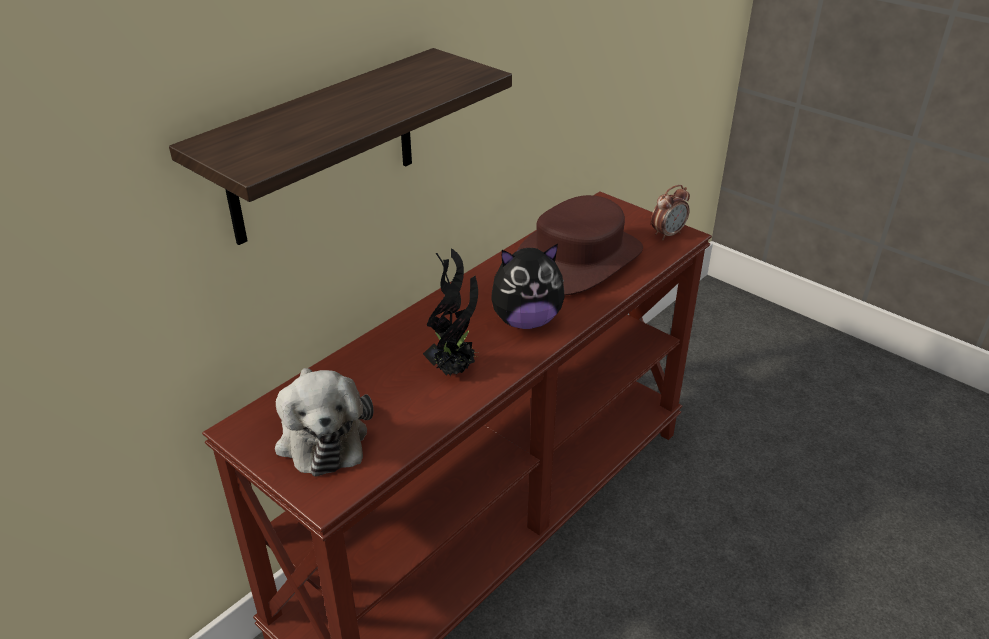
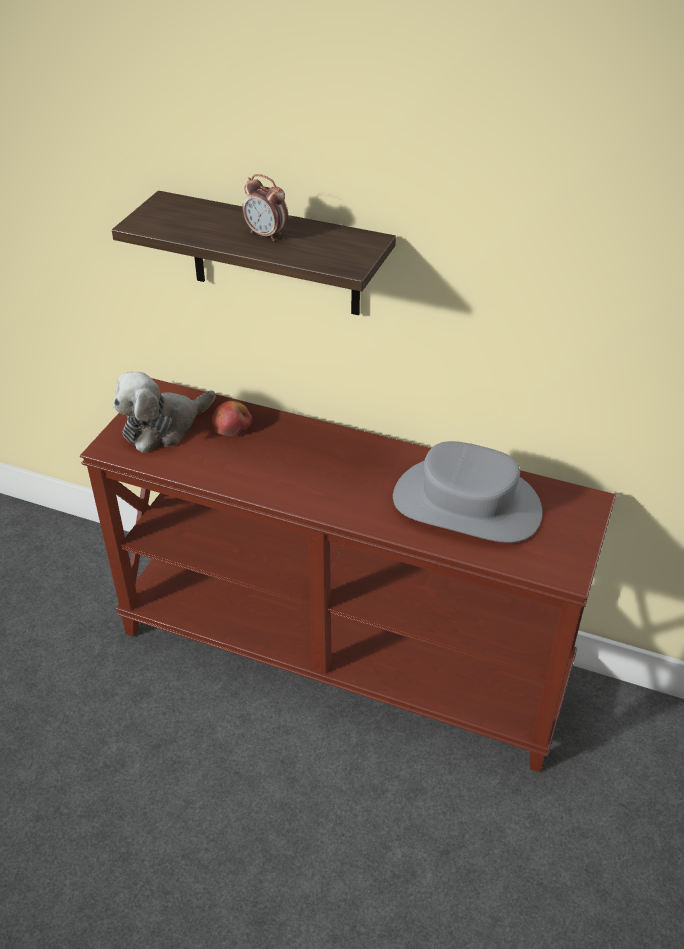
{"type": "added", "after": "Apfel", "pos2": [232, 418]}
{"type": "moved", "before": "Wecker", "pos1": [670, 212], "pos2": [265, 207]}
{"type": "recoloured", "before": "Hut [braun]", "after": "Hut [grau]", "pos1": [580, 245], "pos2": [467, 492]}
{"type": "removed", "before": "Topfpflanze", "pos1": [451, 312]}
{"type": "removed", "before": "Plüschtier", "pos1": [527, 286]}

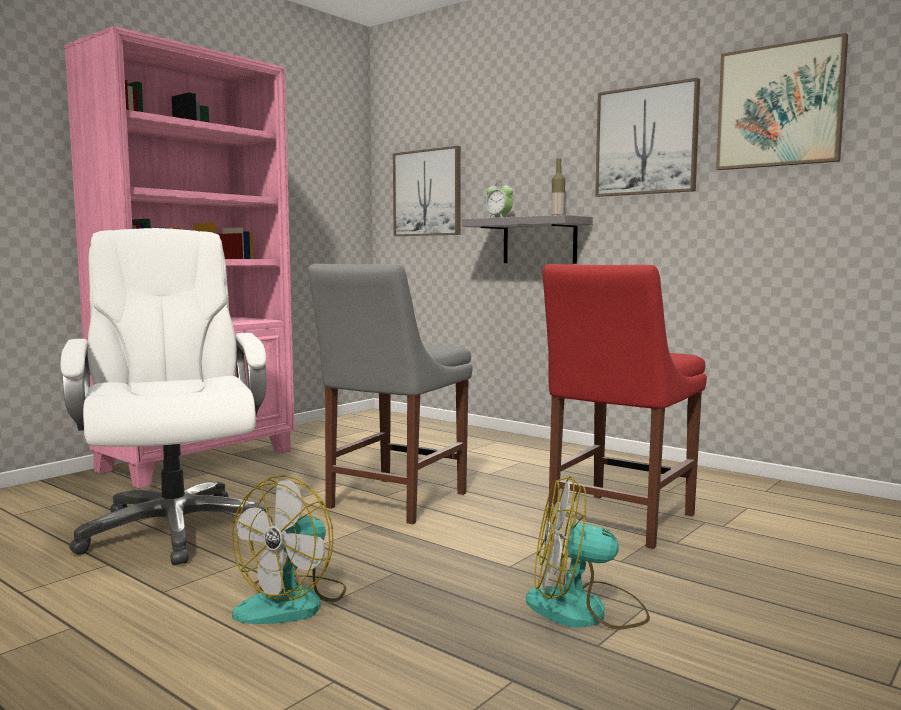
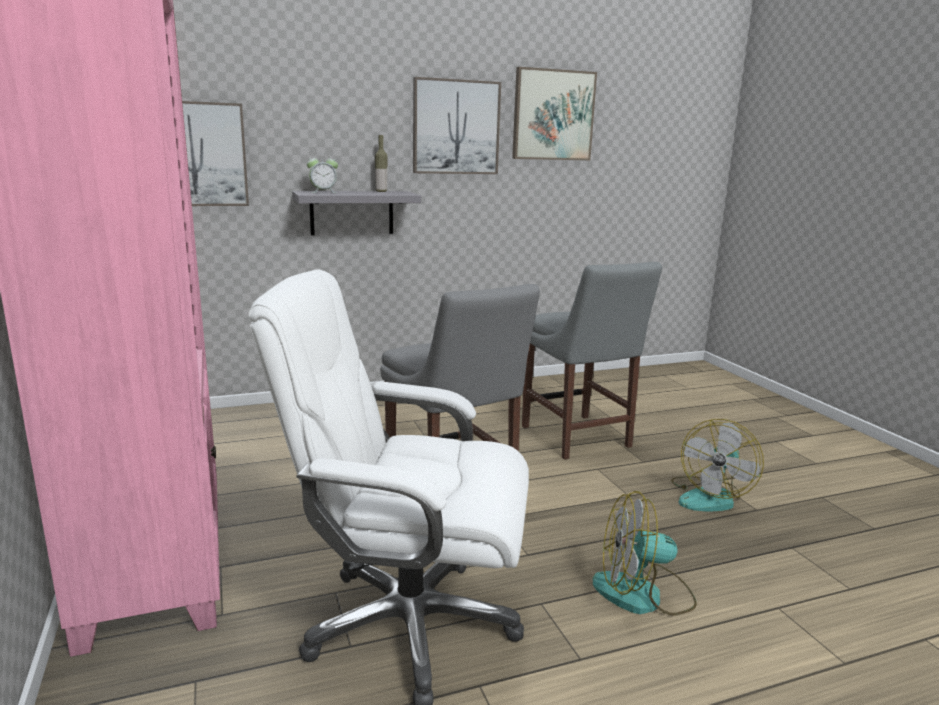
{"type": "recoloured", "before": "Stuhl [rot]", "after": "Stuhl [grau]", "pos1": [624, 406], "pos2": [592, 361]}
{"type": "turned", "before": "Ventilator", "pos1": [289, 549], "pos2": [645, 553], "turn": 120}

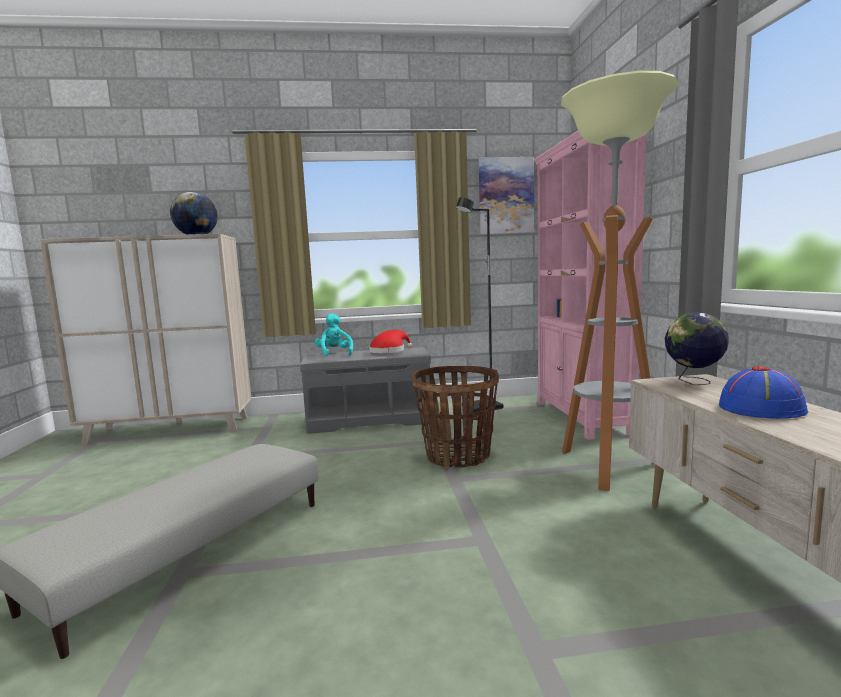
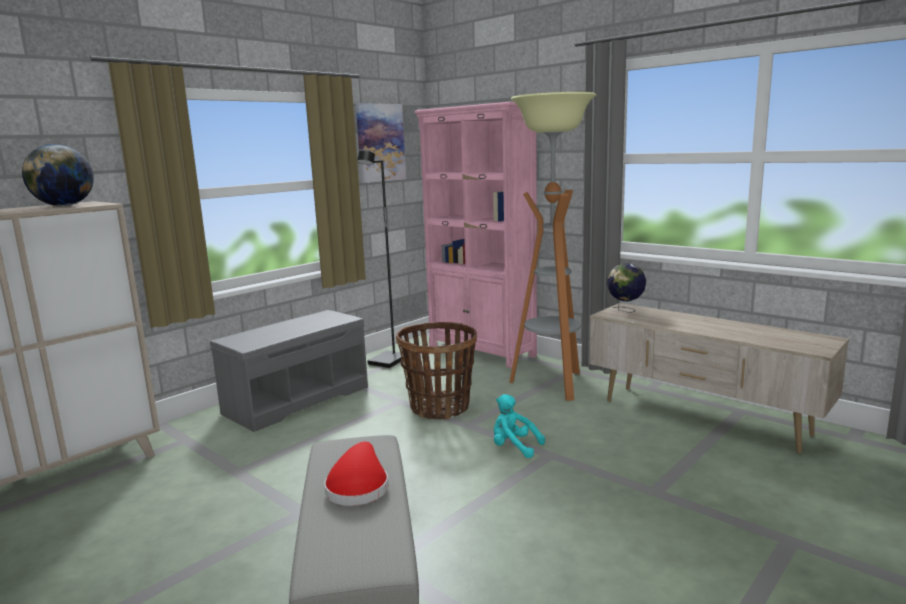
{"type": "moved", "before": "Hut [rot]", "pos1": [390, 342], "pos2": [356, 473]}
{"type": "moved", "before": "Plüschtier [türkis]", "pos1": [334, 334], "pos2": [519, 426]}
{"type": "removed", "before": "Hut [blau]", "pos1": [763, 392]}

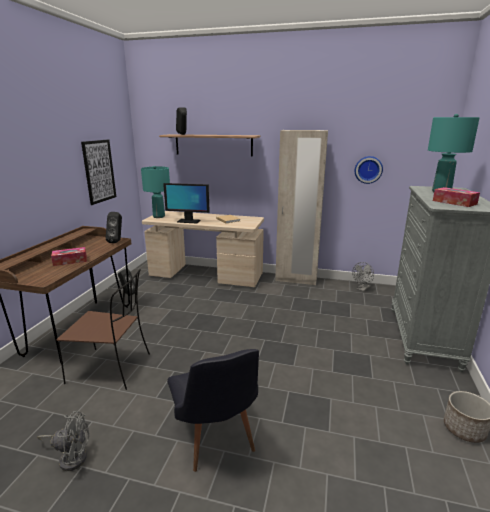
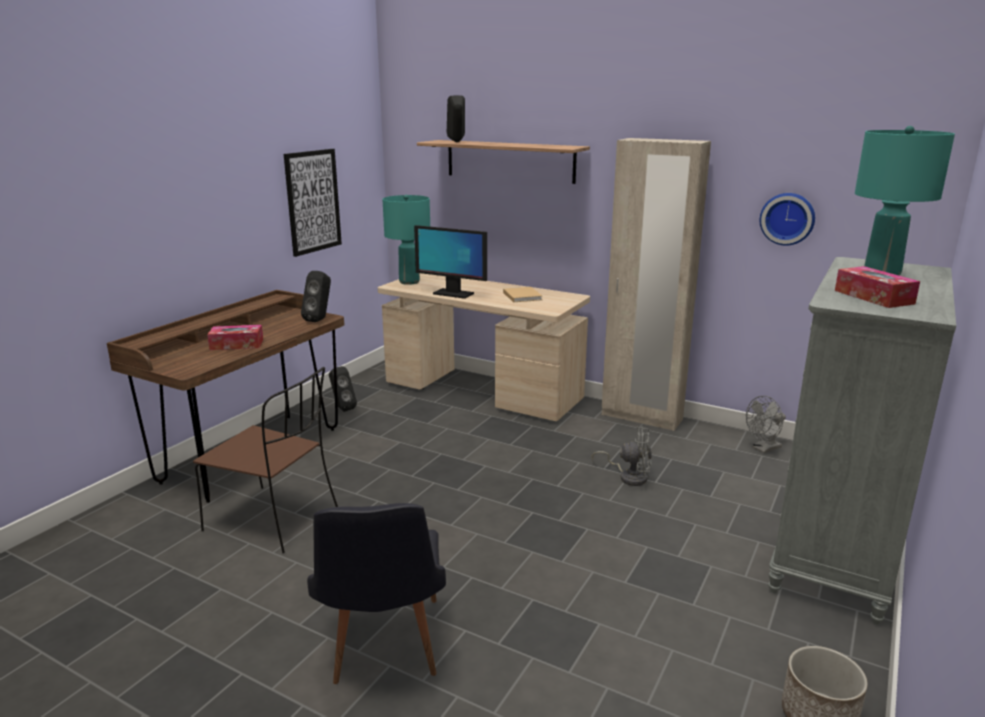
{"type": "moved", "before": "Ventilator [grau]", "pos1": [63, 441], "pos2": [622, 456]}

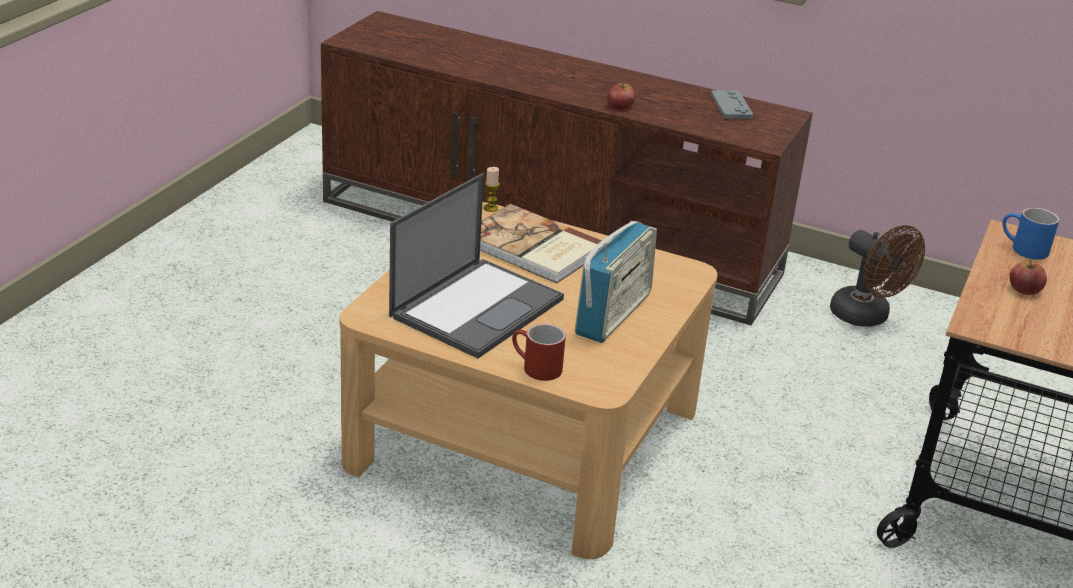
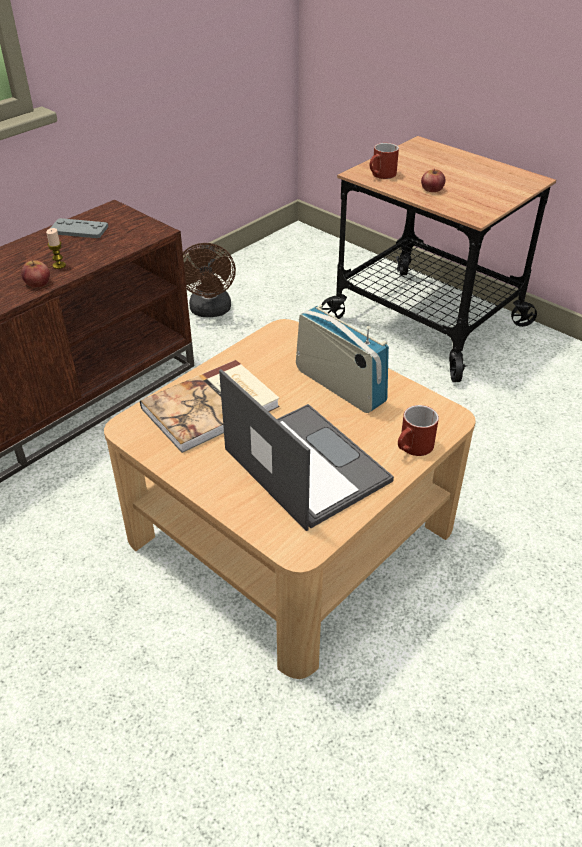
{"type": "moved", "before": "Kerze", "pos1": [492, 189], "pos2": [56, 248]}
{"type": "turned", "before": "Ventilator [braun]", "pos1": [877, 276], "pos2": [209, 280], "turn": 105}
{"type": "recoloured", "before": "Henkelbecher [blau]", "after": "Henkelbecher [rot]", "pos1": [1030, 234], "pos2": [384, 161]}

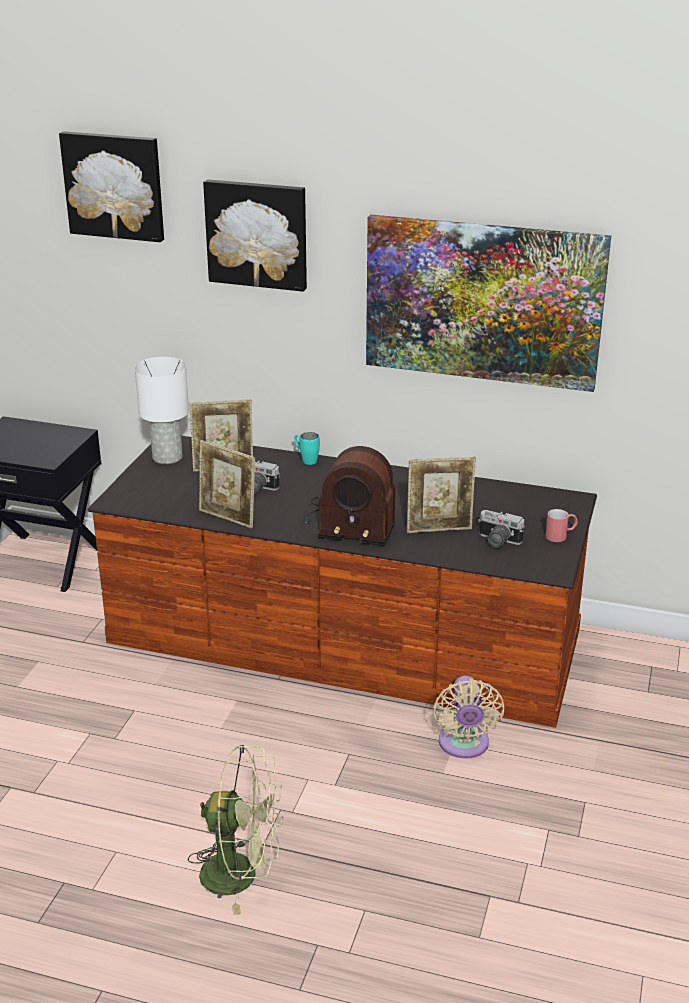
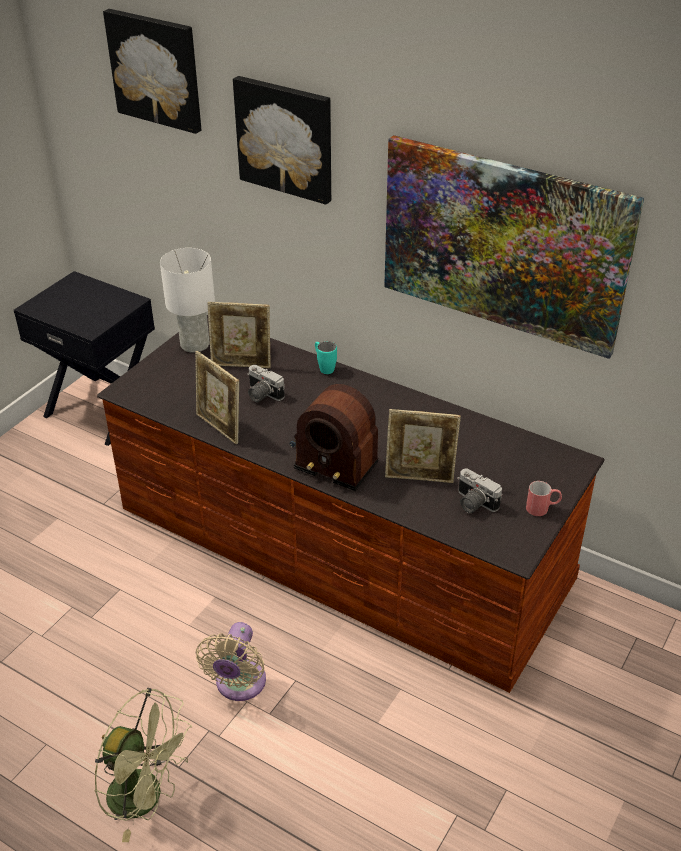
{"type": "moved", "before": "Ventilator [beige]", "pos1": [469, 717], "pos2": [231, 661]}

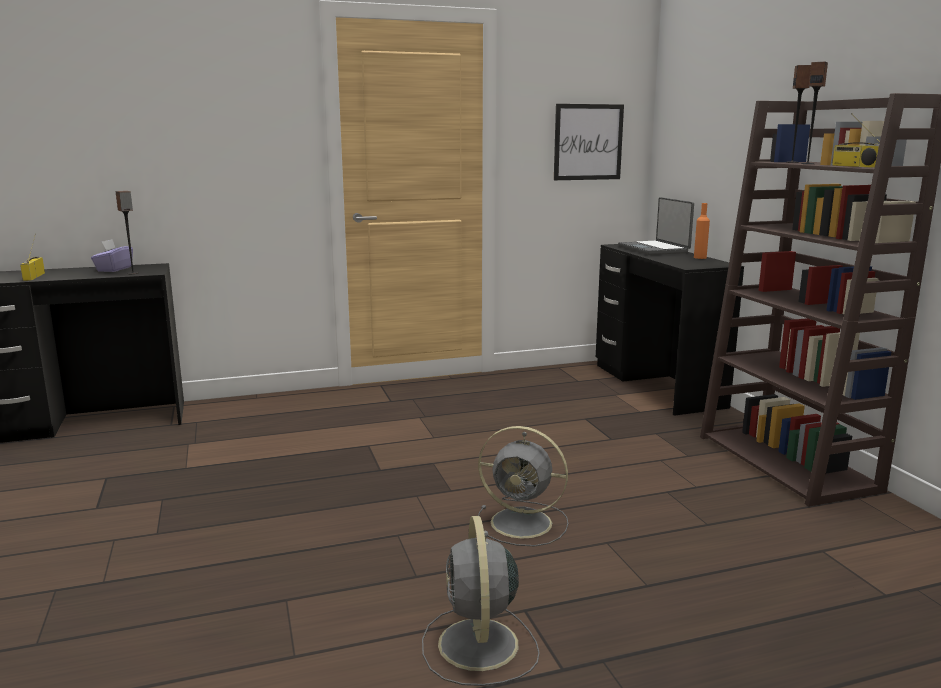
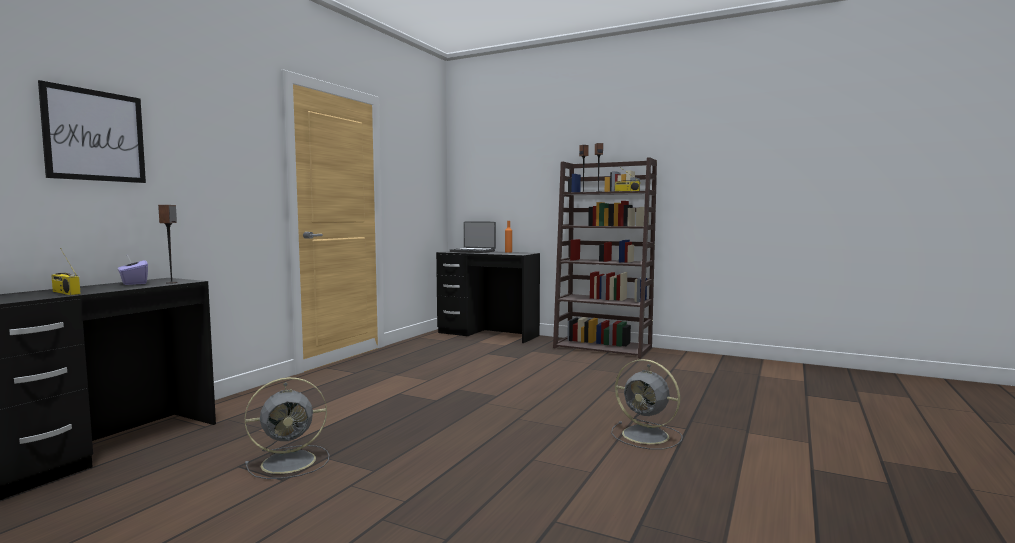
{"type": "moved", "before": "Bild", "pos1": [589, 142], "pos2": [92, 131]}
{"type": "moved", "before": "Ventilator [grau]", "pos1": [523, 486], "pos2": [287, 428]}

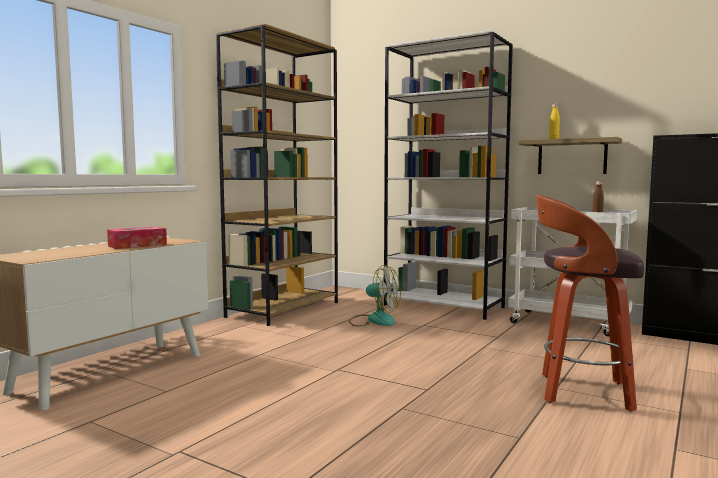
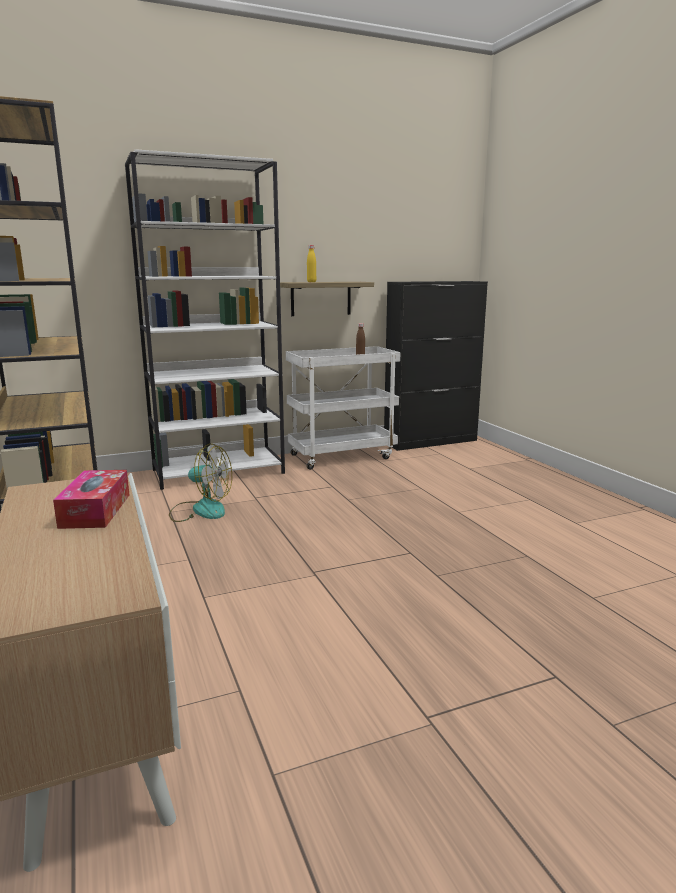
{"type": "turned", "before": "Ventilator", "pos1": [375, 295], "pos2": [200, 483], "turn": 45}
{"type": "removed", "before": "Hocker", "pos1": [590, 303]}

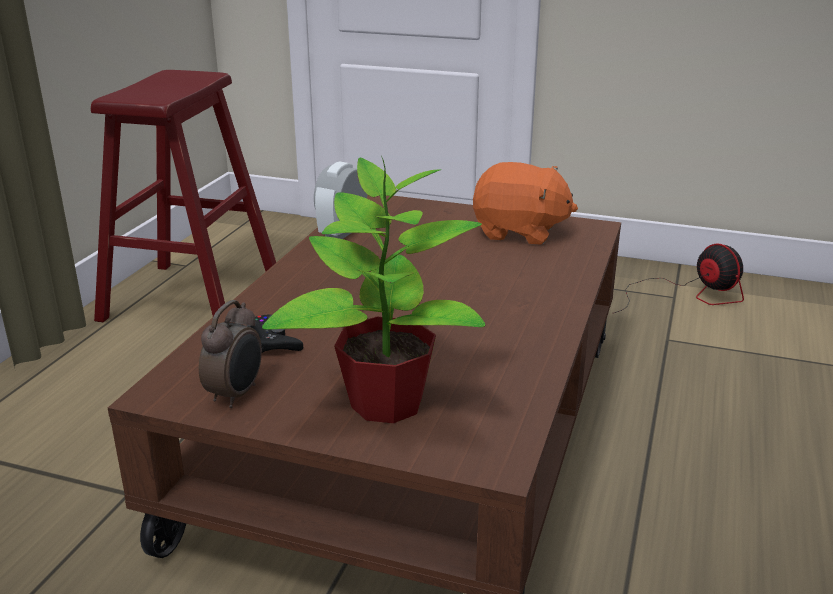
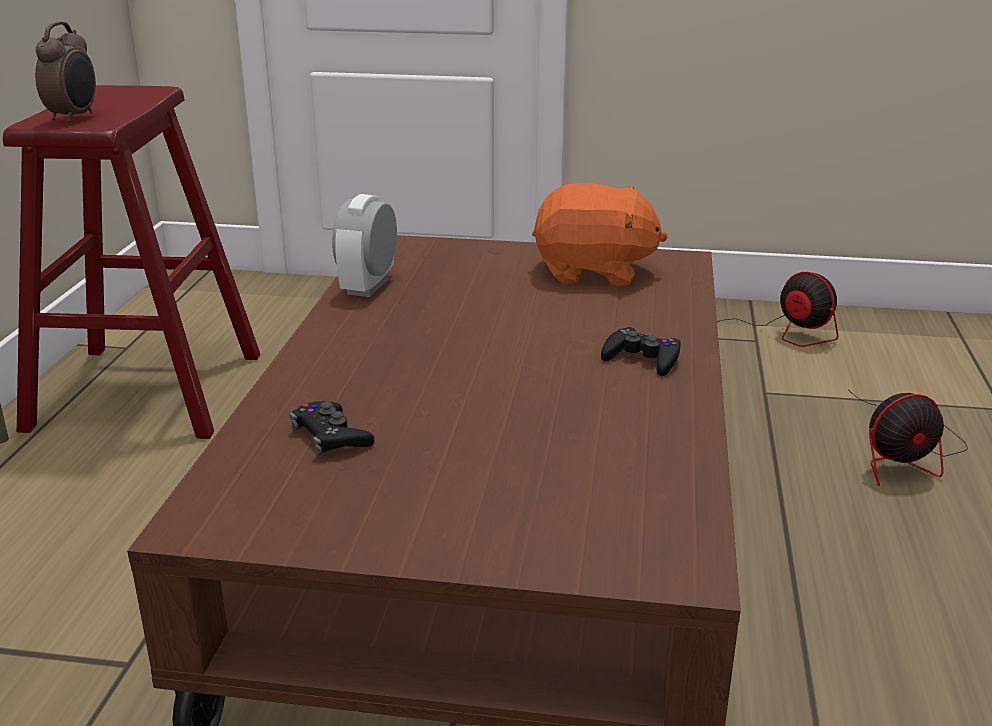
{"type": "moved", "before": "Wecker", "pos1": [230, 354], "pos2": [65, 72]}
{"type": "added", "after": "Gamepad [schwarz]", "pos2": [641, 351]}
{"type": "added", "after": "Ventilator", "pos2": [908, 438]}
{"type": "removed", "before": "Topfpflanze", "pos1": [373, 289]}

